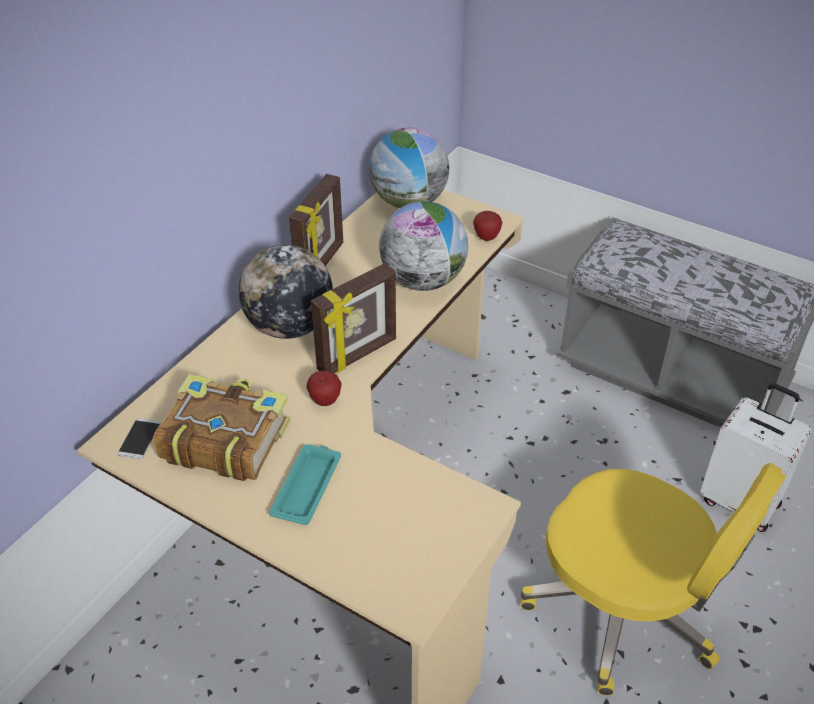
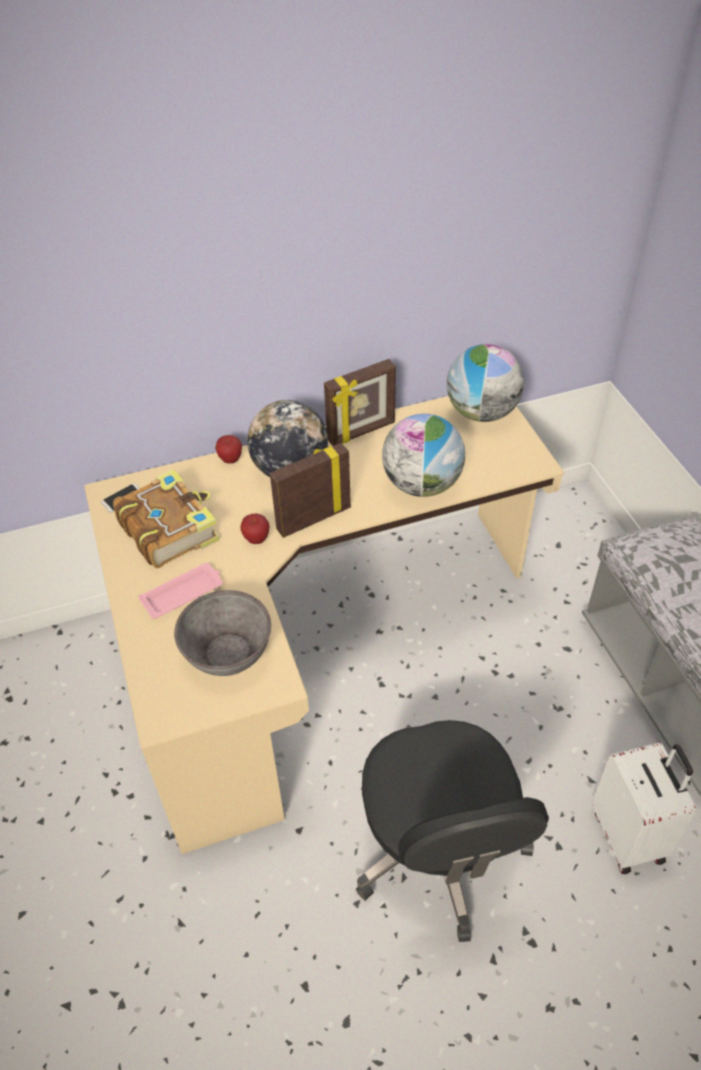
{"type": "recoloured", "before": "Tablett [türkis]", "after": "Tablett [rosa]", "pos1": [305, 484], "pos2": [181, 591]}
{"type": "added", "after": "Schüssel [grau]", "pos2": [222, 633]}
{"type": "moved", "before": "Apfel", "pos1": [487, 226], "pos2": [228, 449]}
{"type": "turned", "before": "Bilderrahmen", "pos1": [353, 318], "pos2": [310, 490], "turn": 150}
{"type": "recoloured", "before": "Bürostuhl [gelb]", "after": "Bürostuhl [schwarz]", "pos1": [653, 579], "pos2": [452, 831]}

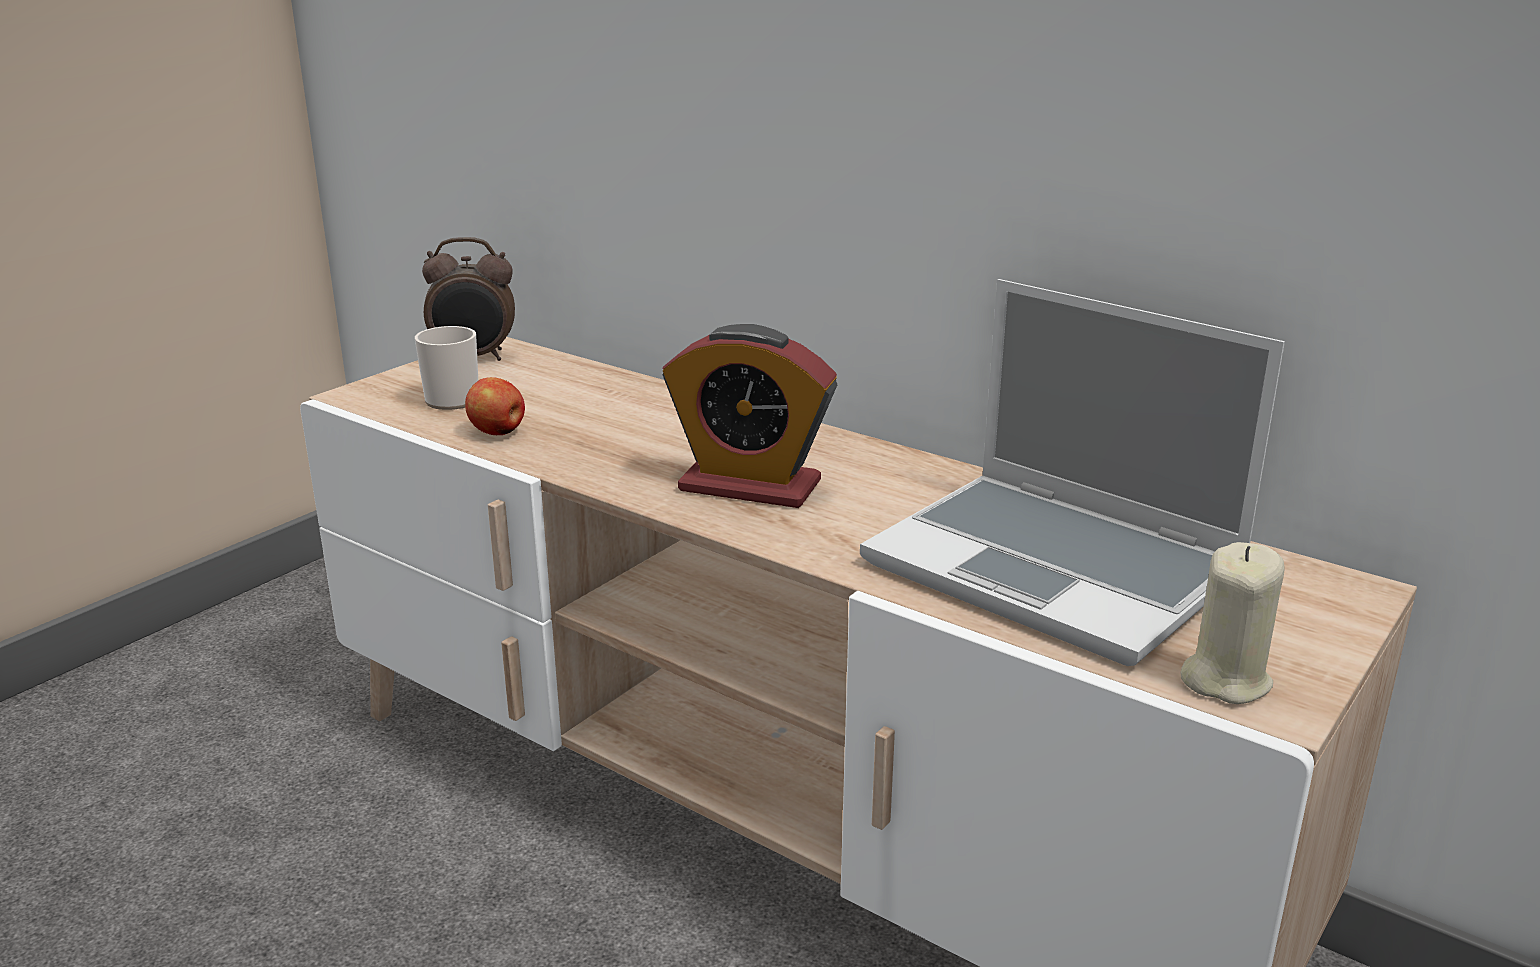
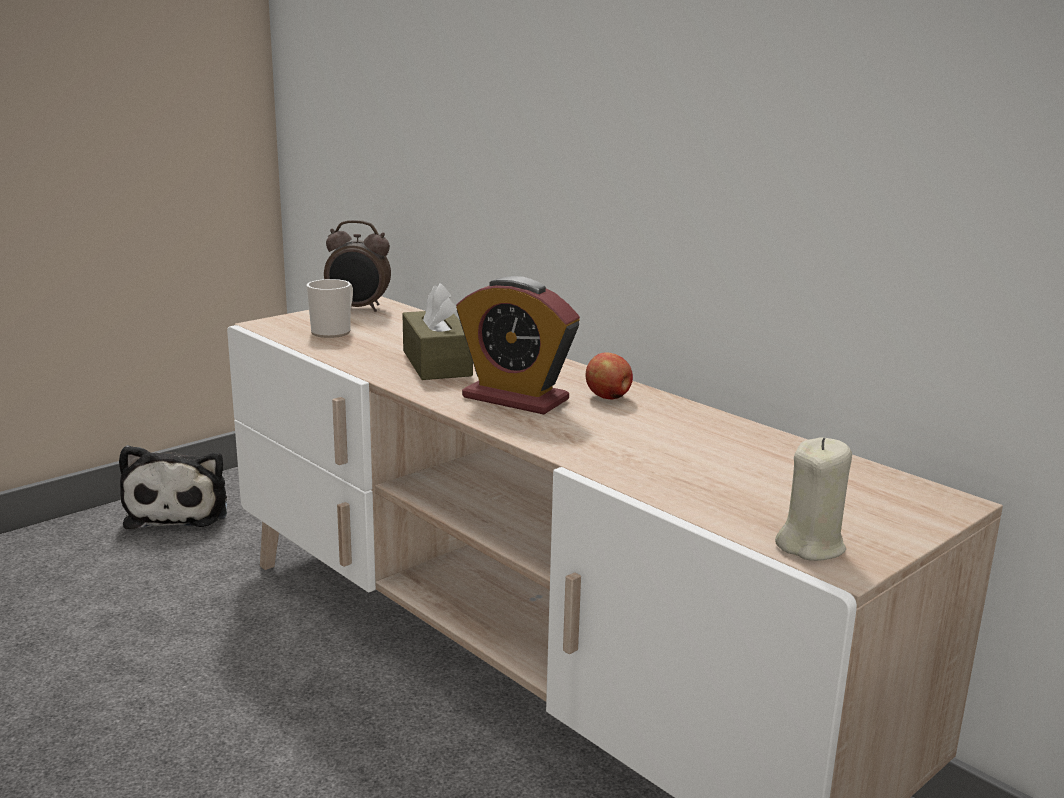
{"type": "added", "after": "Plüschtier", "pos2": [173, 487]}
{"type": "added", "after": "Taschentuchbox [braun]", "pos2": [437, 331]}
{"type": "moved", "before": "Apfel", "pos1": [495, 406], "pos2": [609, 375]}
{"type": "removed", "before": "Laptop", "pos1": [1072, 472]}

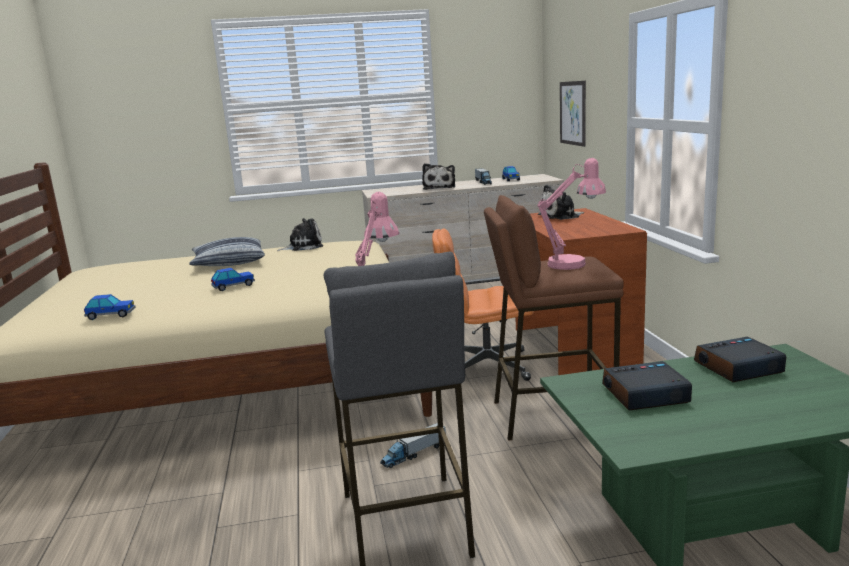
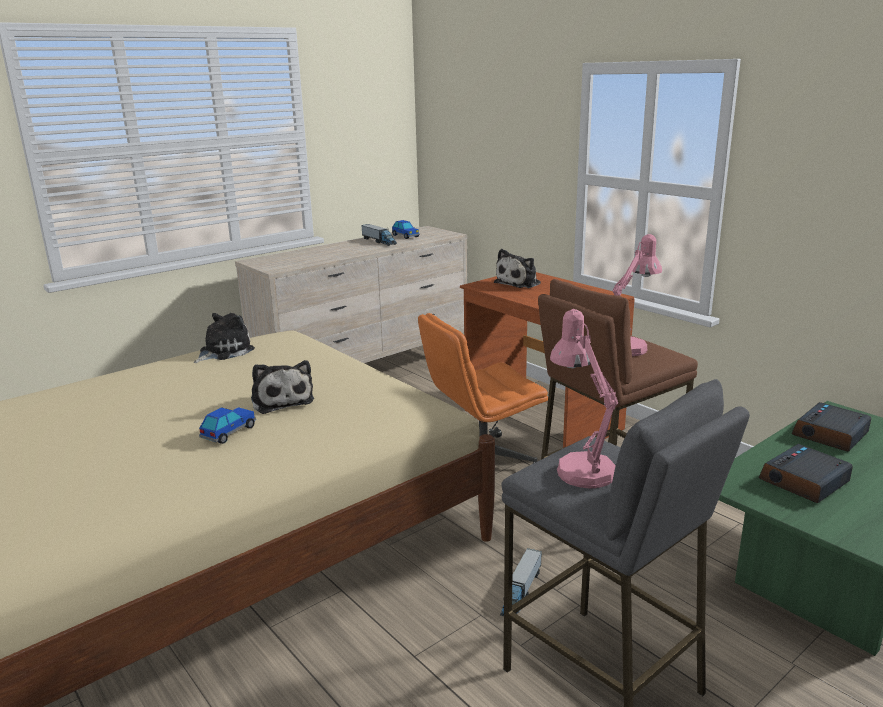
{"type": "moved", "before": "Plüschtier", "pos1": [438, 176], "pos2": [282, 387]}
{"type": "removed", "before": "Spielzeugauto", "pos1": [110, 307]}
{"type": "removed", "before": "Kissen", "pos1": [227, 251]}
{"type": "removed", "before": "Bild", "pos1": [573, 114]}

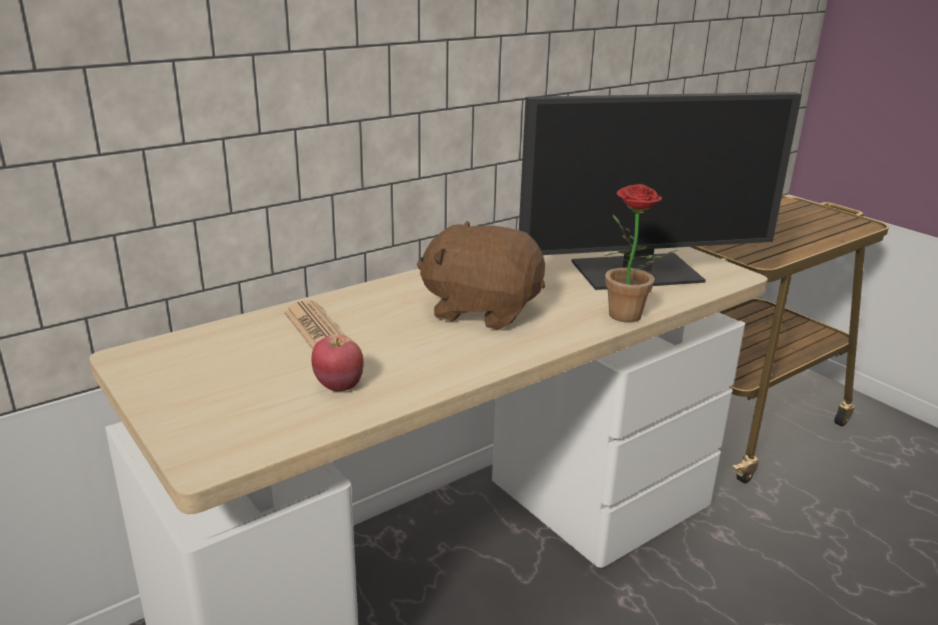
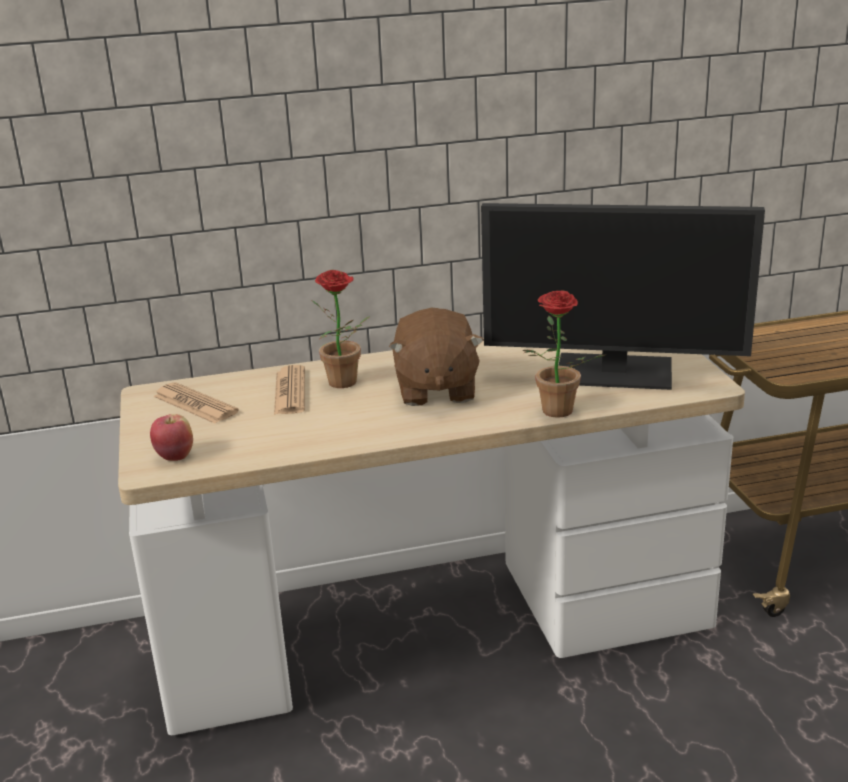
{"type": "moved", "before": "Apfel", "pos1": [337, 362], "pos2": [171, 437]}
{"type": "added", "after": "Zeitung", "pos2": [196, 403]}
{"type": "added", "after": "Topfpflanze", "pos2": [341, 329]}
{"type": "turned", "before": "Plüschtier [braun]", "pos1": [481, 275], "pos2": [436, 357], "turn": -135}

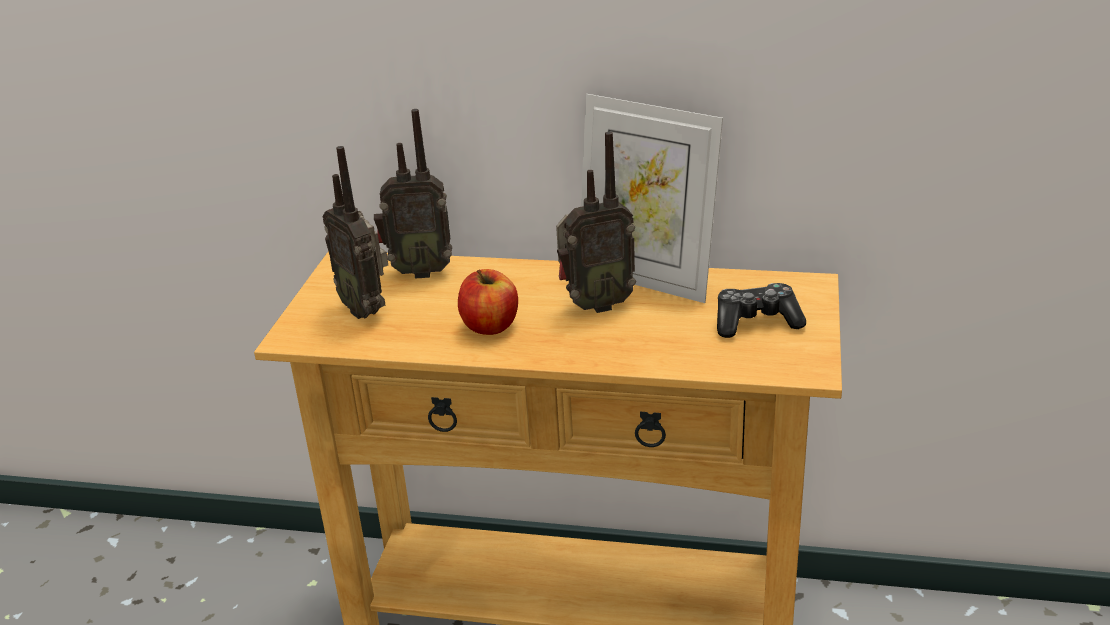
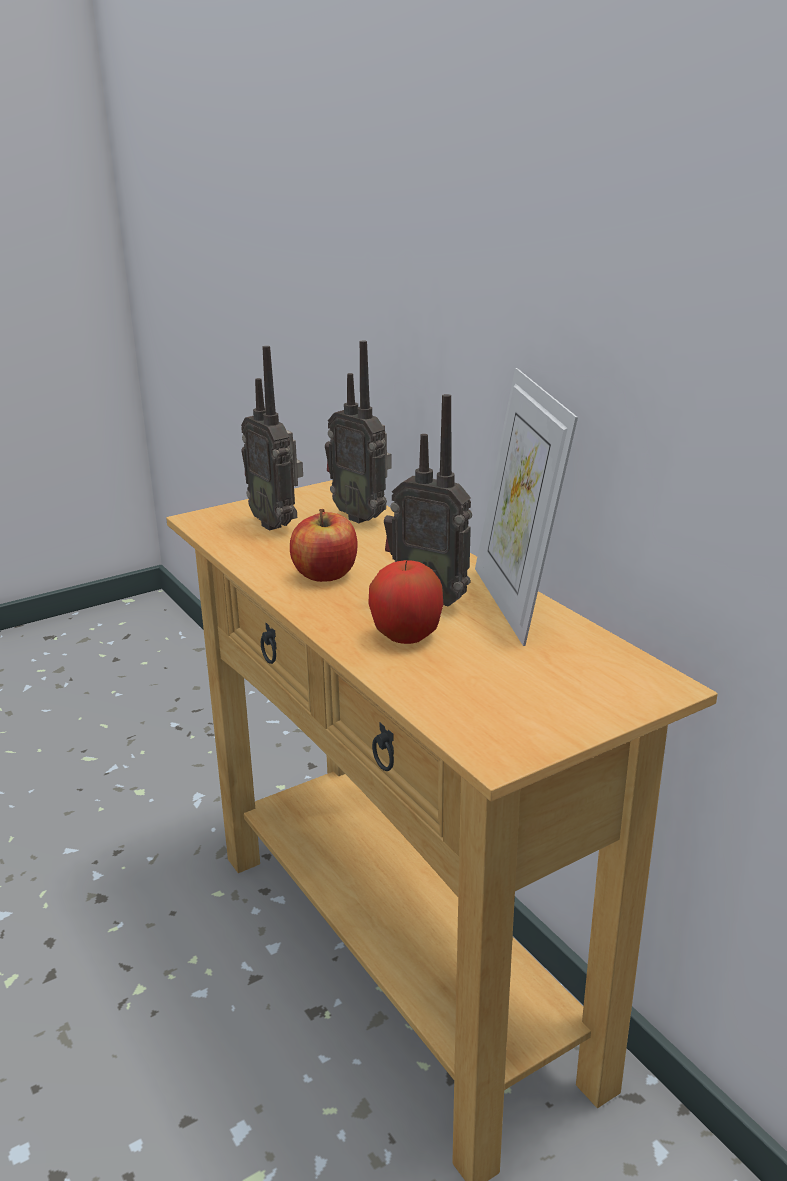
{"type": "turned", "before": "Radio", "pos1": [355, 232], "pos2": [272, 438], "turn": -45}
{"type": "added", "after": "Apfel", "pos2": [405, 602]}
{"type": "removed", "before": "Gamepad", "pos1": [761, 310]}

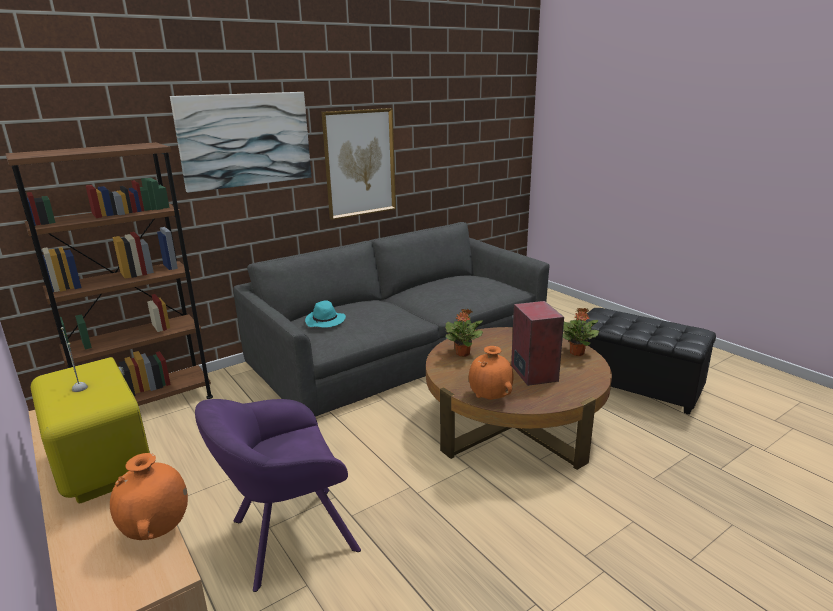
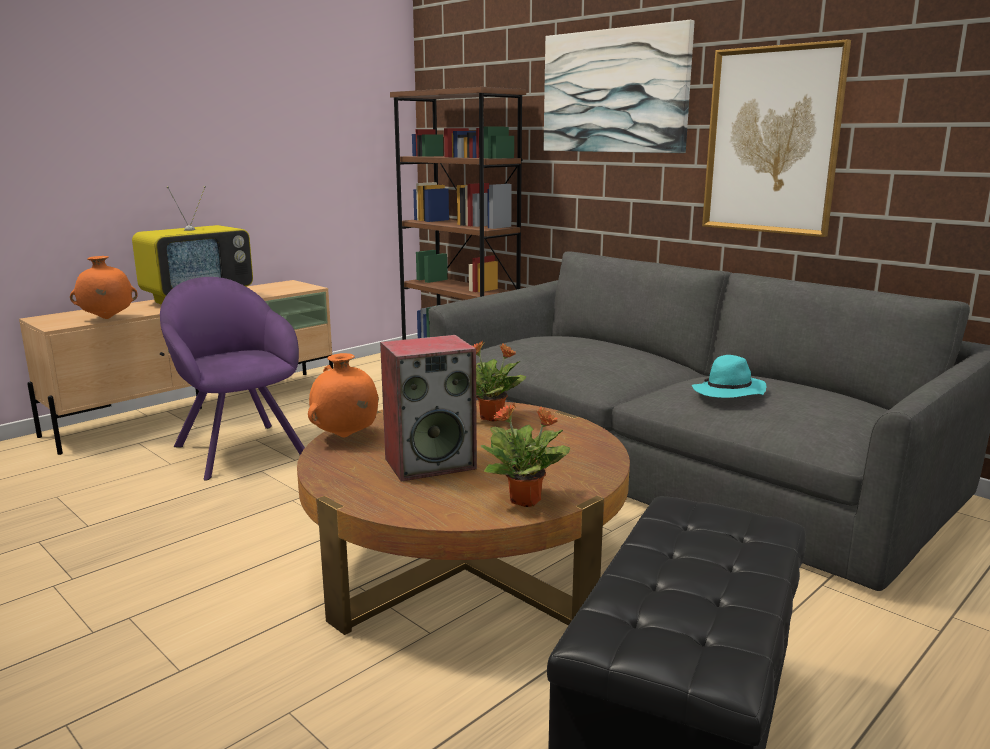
{"type": "moved", "before": "Hut [türkis]", "pos1": [325, 314], "pos2": [729, 376]}

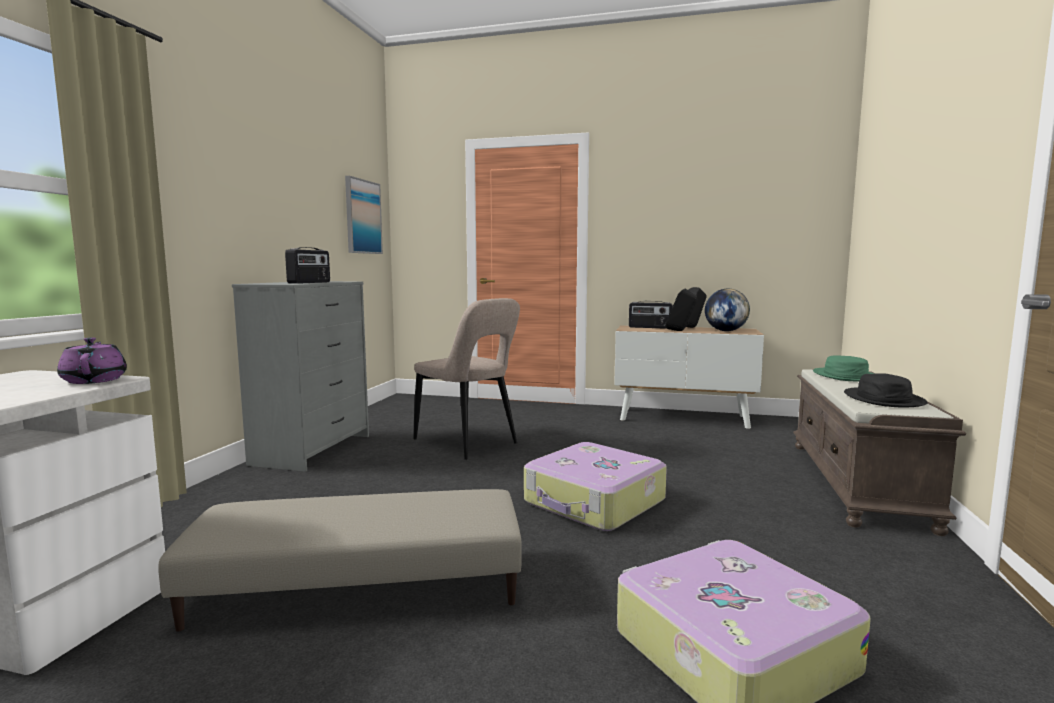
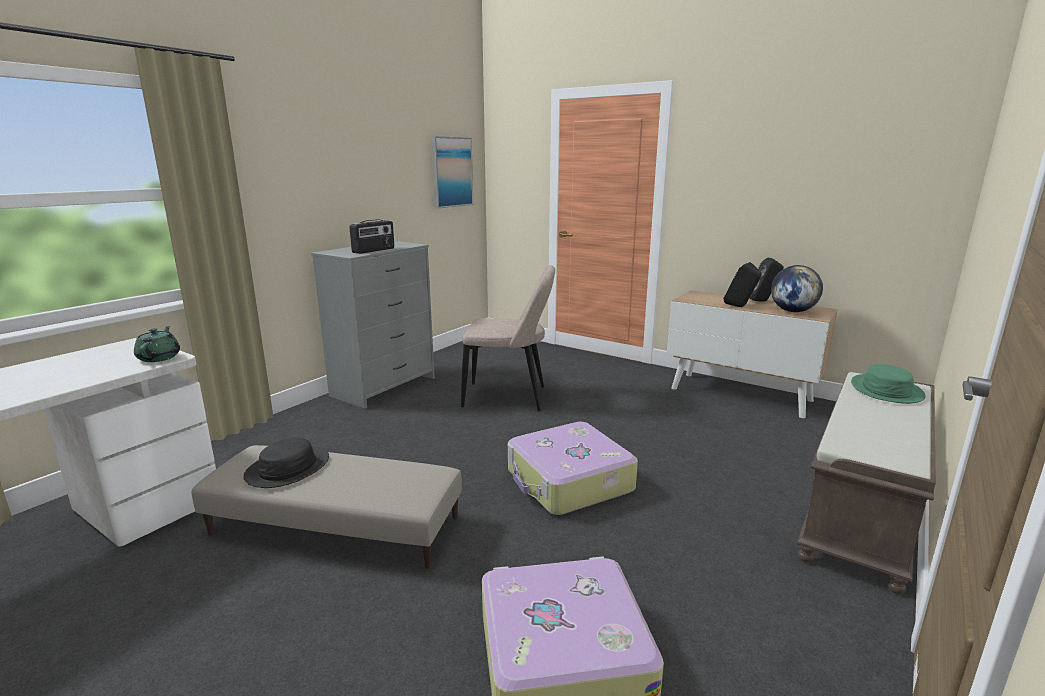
{"type": "recoloured", "before": "Teekanne [lila]", "after": "Teekanne [grün]", "pos1": [92, 360], "pos2": [157, 344]}
{"type": "moved", "before": "Hut [schwarz]", "pos1": [886, 390], "pos2": [286, 463]}
{"type": "turned", "before": "Stuhl [beige]", "pos1": [466, 379], "pos2": [508, 338], "turn": -60}
{"type": "removed", "before": "Radio", "pos1": [651, 315]}

